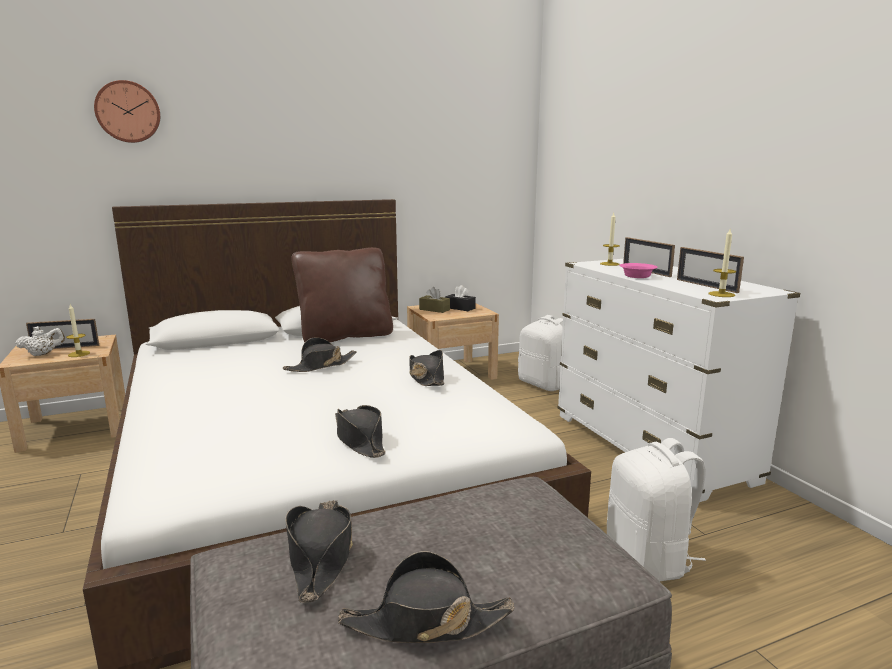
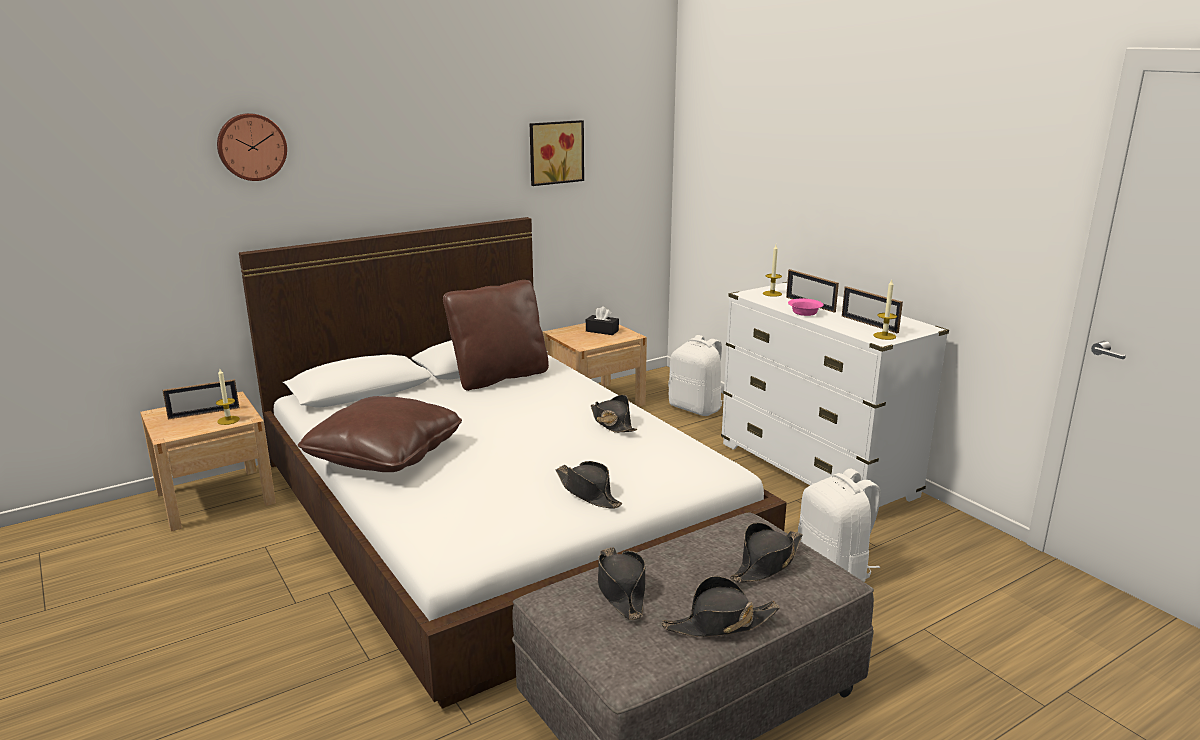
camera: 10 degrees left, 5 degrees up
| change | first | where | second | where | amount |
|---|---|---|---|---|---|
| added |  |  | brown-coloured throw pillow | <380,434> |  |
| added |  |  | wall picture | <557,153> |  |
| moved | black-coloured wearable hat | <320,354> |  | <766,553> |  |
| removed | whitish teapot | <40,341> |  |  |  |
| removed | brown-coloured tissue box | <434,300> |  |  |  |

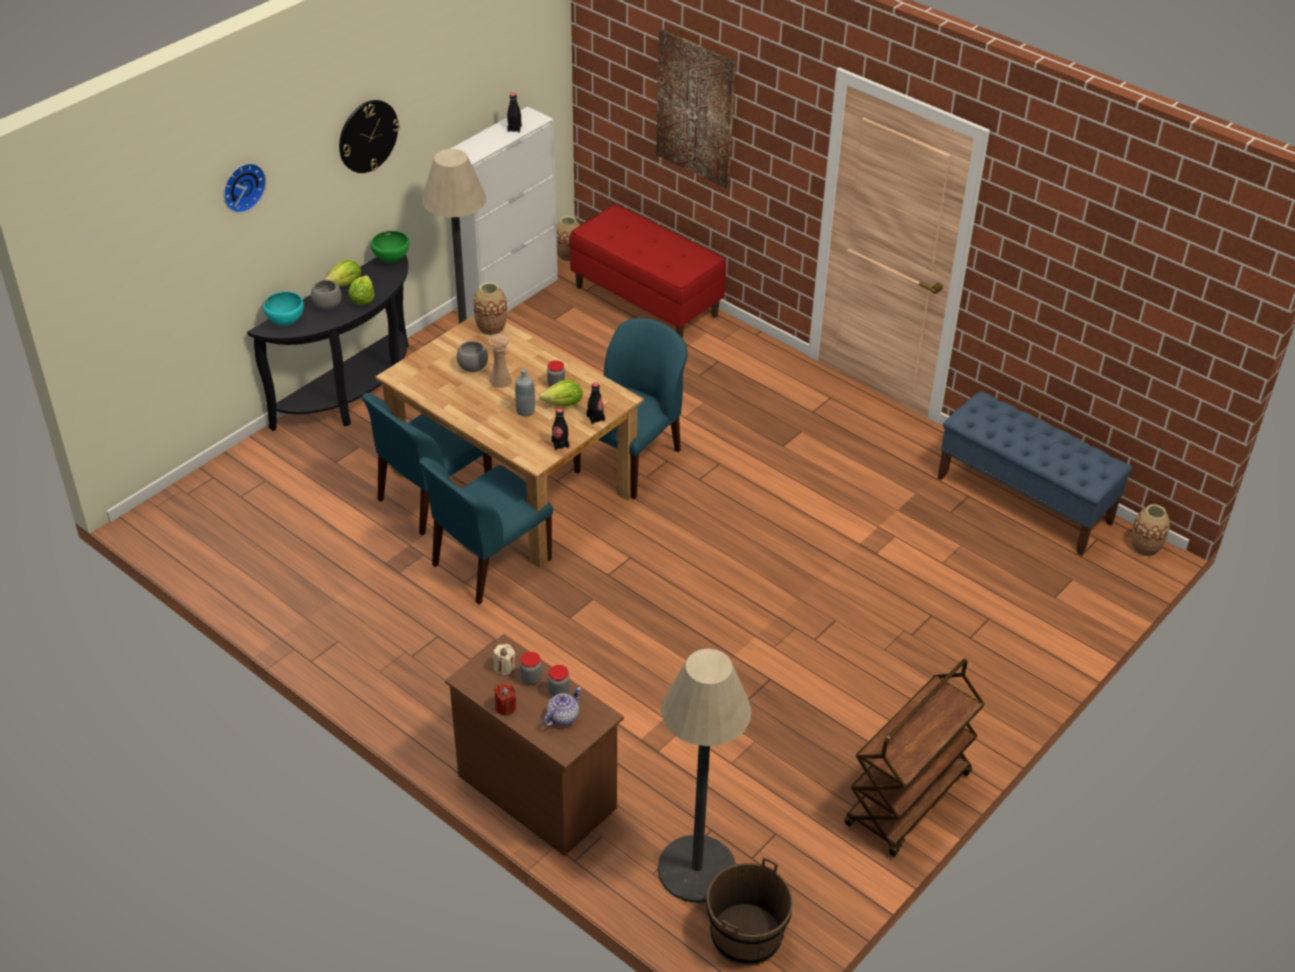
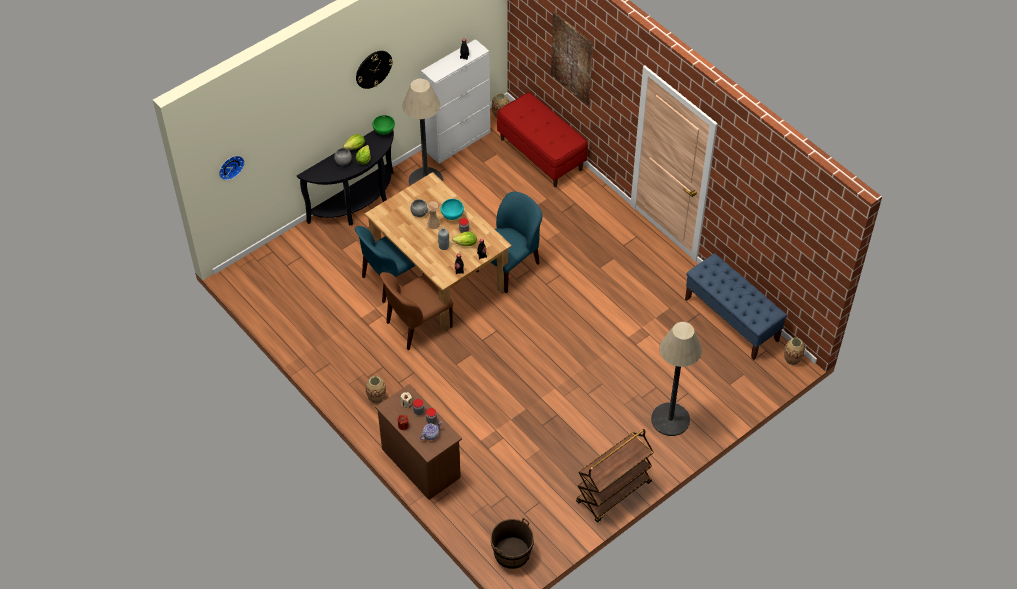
camera: 10 degrees right, 10 degrees up
| change | first | where | second | where | amount |
|---|---|---|---|---|---|
| moved | hanging clock | <244,188> |  | <231,168> |  |
| moved | vase | <490,309> |  | <376,390> |  |
| recoloured | blue-coloured upright chair | <486,531> | brown-coloured upright chair | <416,311> |  |
| moved | turquoise-coloured bowl | <283,309> |  | <452,209> |  |
| moved | standard lamp | <705,776> |  | <676,379> |  |

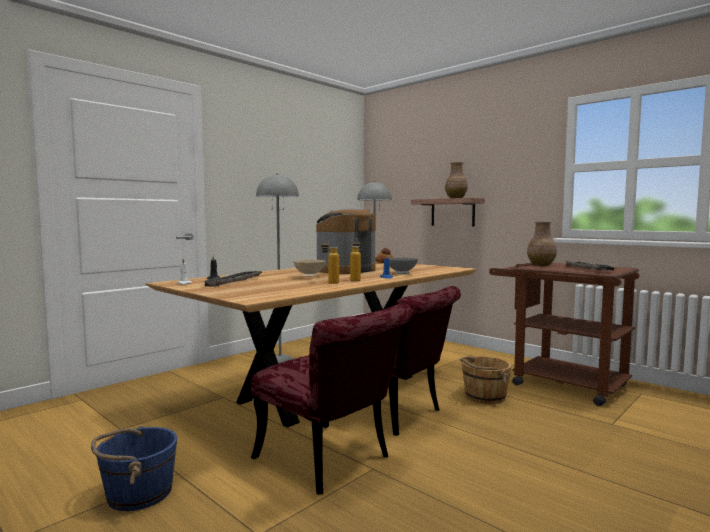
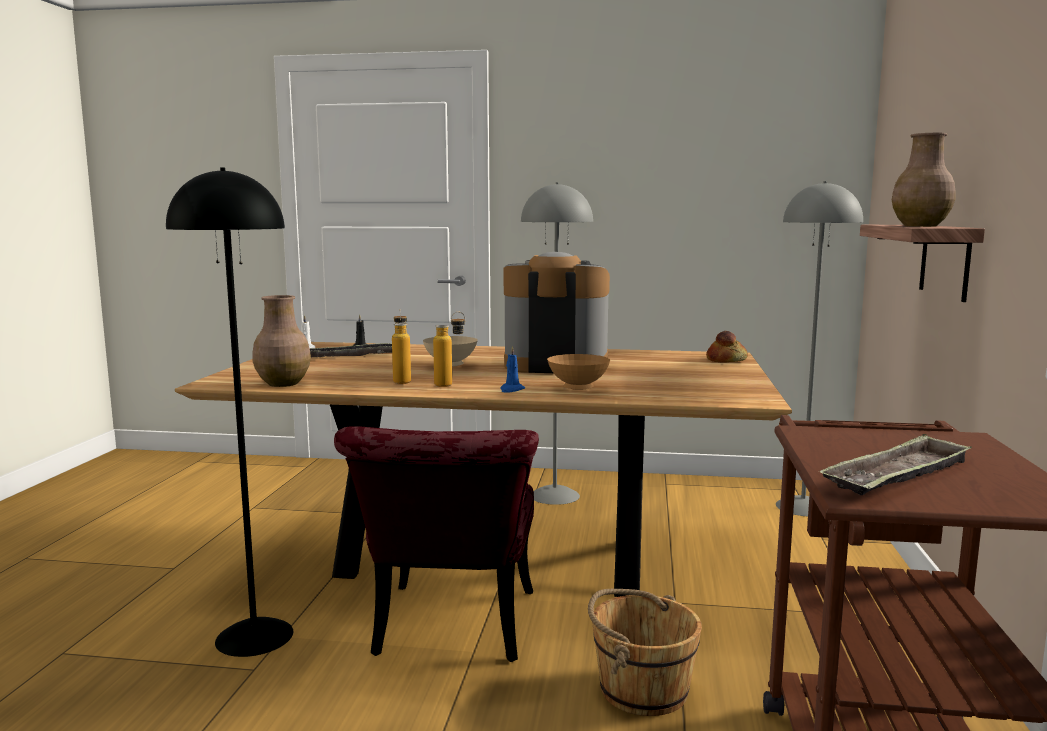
camera: 55 degrees right, 5 degrees up
| change | first | where | second | where | amount |
|---|---|---|---|---|---|
| replaced | red upright chair | <332,399> | black-coloured standard lamp | <229,412> |  |
| moved | brown-coloured vase | <542,244> |  | <281,341> |  |
| recoloured | gray bowl | <402,266> | brown-coloured bowl | <578,372> |  |
| removed | blue-coloured pail | <134,468> |  |  |  |

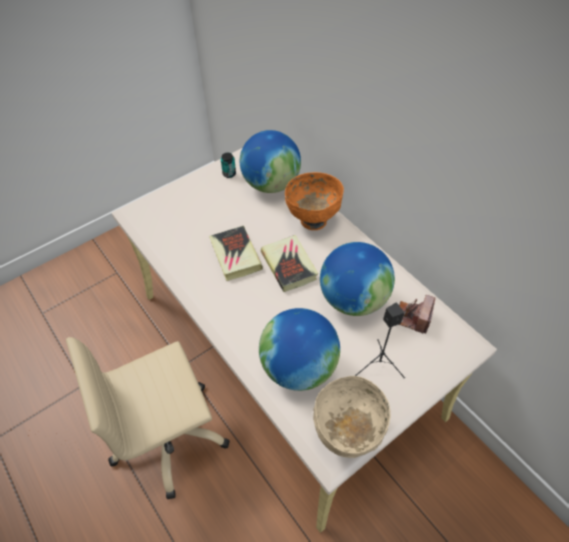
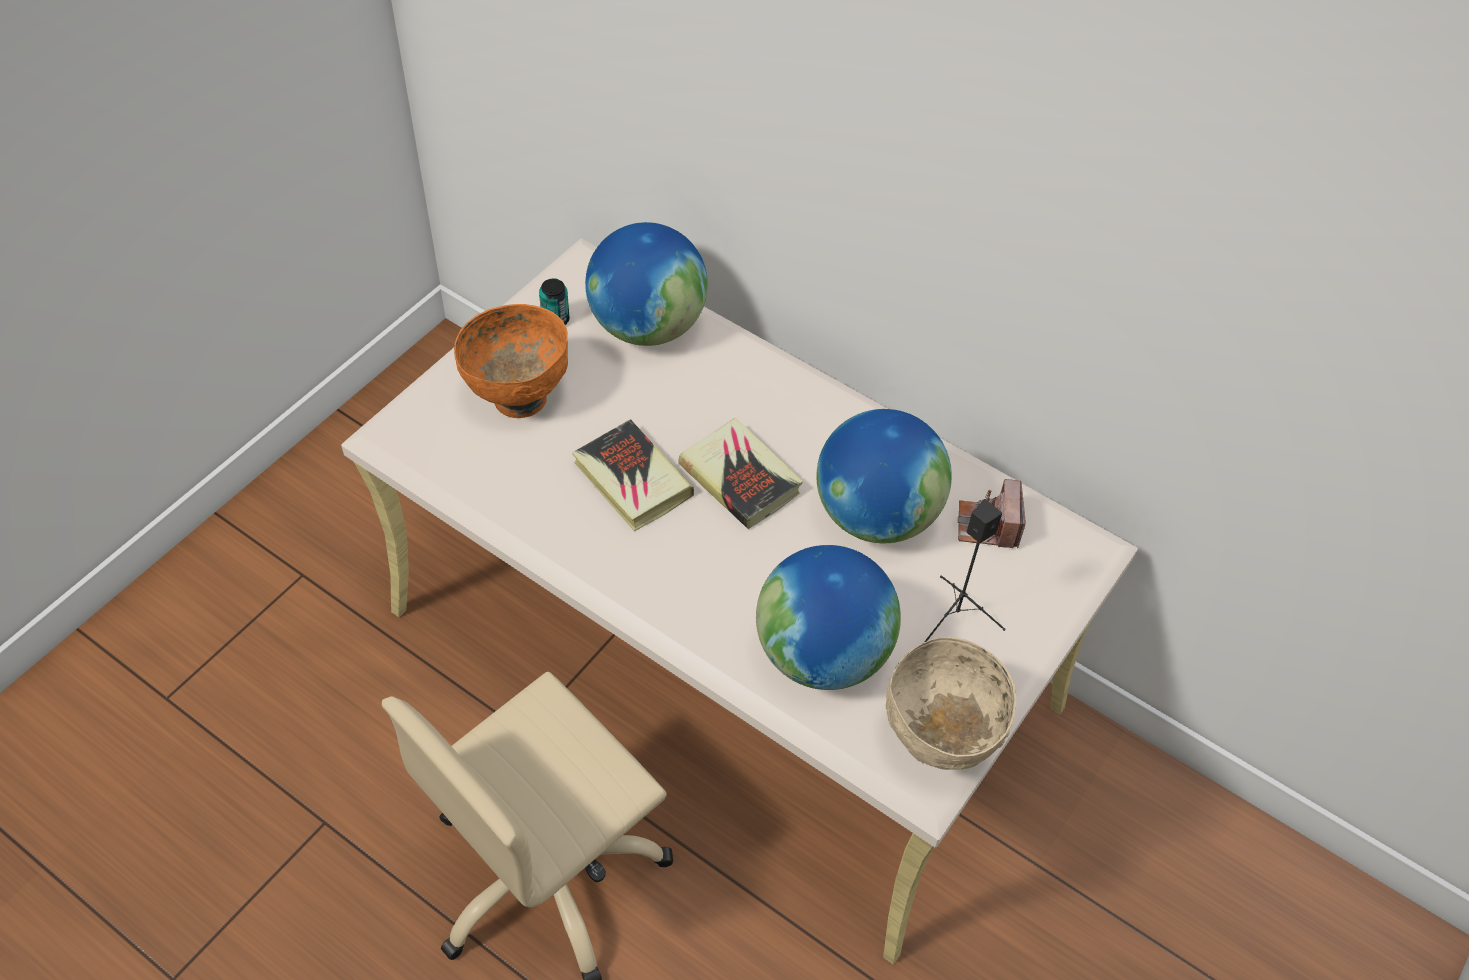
camera: 20 degrees left, 0 degrees up
| change | first | where | second | where | amount |
|---|---|---|---|---|---|
| moved | orange bowl | <314,201> |  | <511,361> |  |

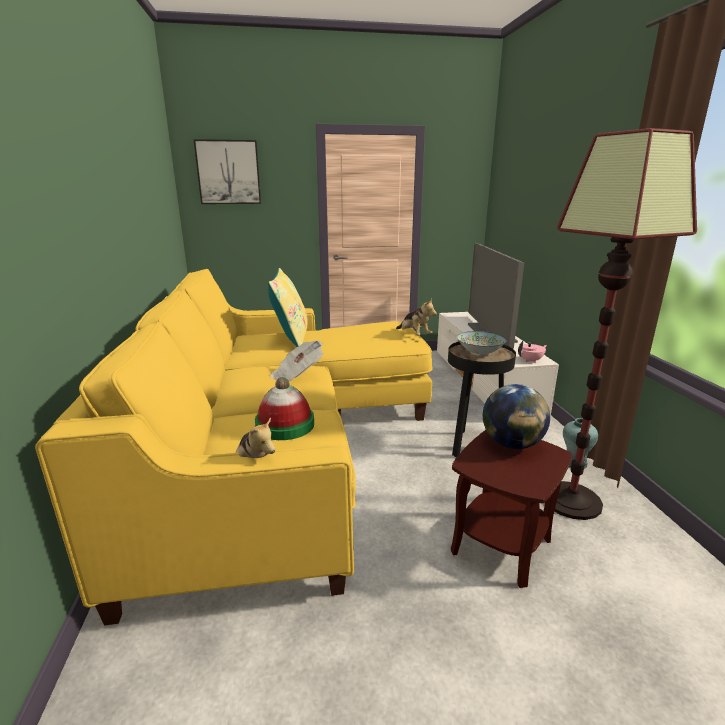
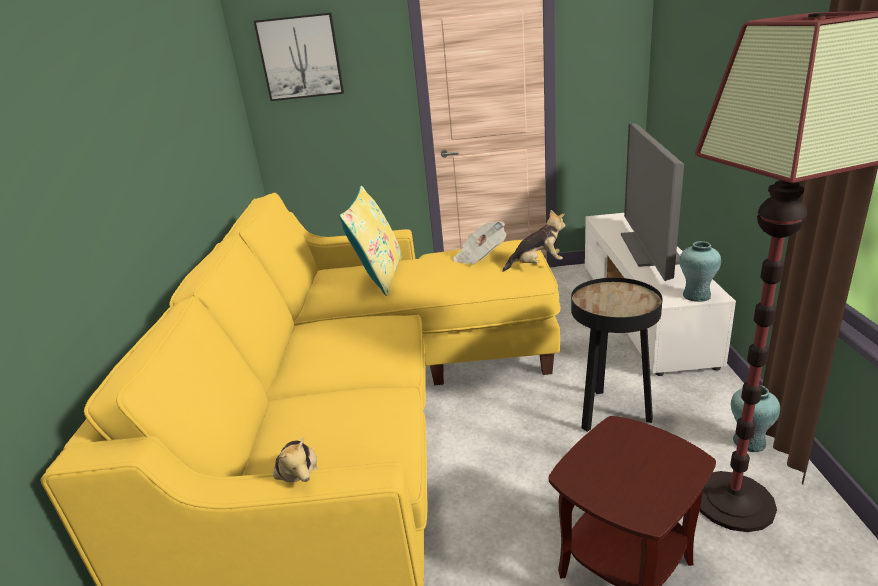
camera: 10 degrees right, 5 degrees up
| change | first | where | second | where | amount |
|---|---|---|---|---|---|
| moved | printed paper | <296,361> |  | <480,243> |  |
| turned | plush toy | <416,317> |  | <534,241> | 75 degrees counterclockwise |
| replaced | pink teapot | <532,352> | turquoise-coloured vase | <700,271> |  |
| removed | wearable hat | <284,408> |  |  |  |
| removed | bowl | <482,342> |  |  |  |
| removed | desk globe | <516,416> |  |  |  |

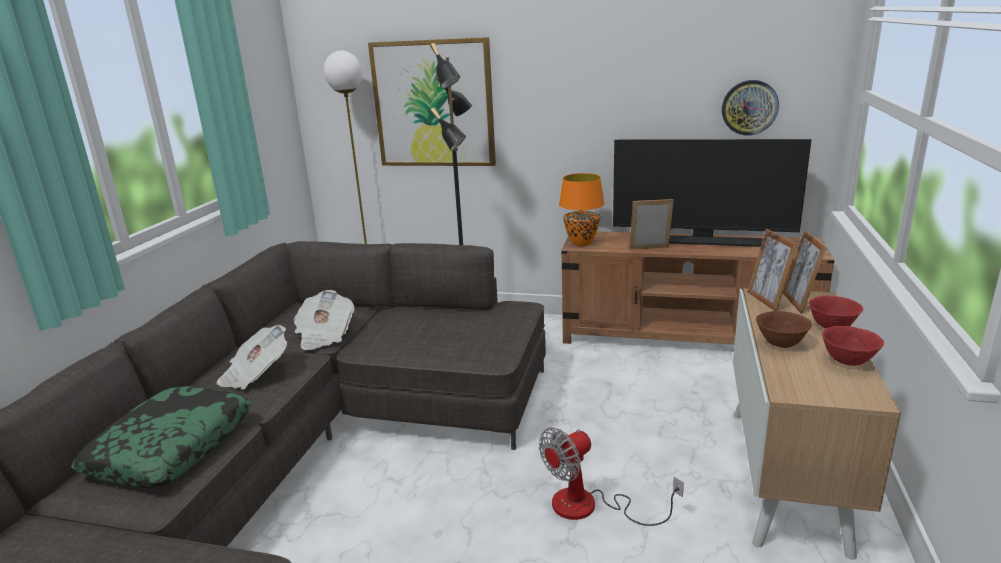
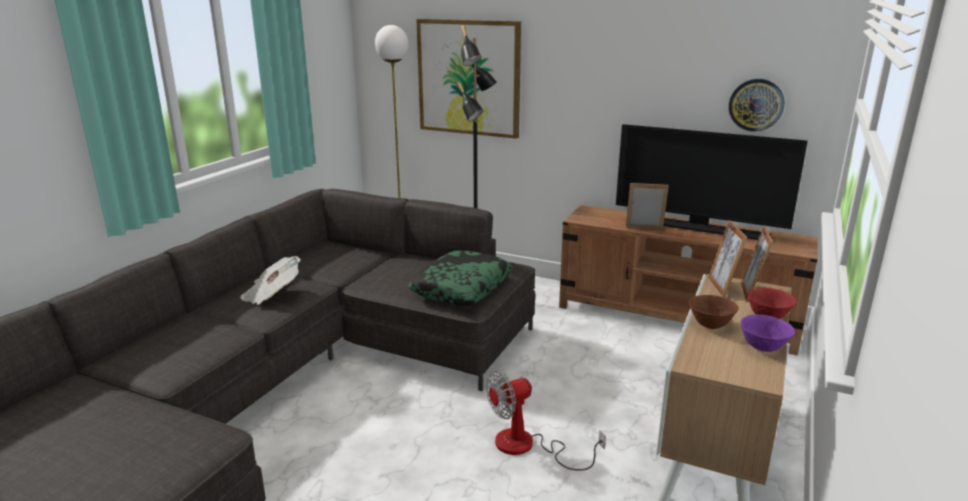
camera: 10 degrees right, 0 degrees up
| change | first | where | second | where | amount |
|---|---|---|---|---|---|
| moved | throw pillow | <161,437> |  | <460,278> |  |
| recoloured | red bowl | <853,346> | purple-coloured bowl | <768,333> |  |
| removed | printed paper | <324,320> |  |  |  |
| removed | orange table lamp | <582,209> |  |  |  |

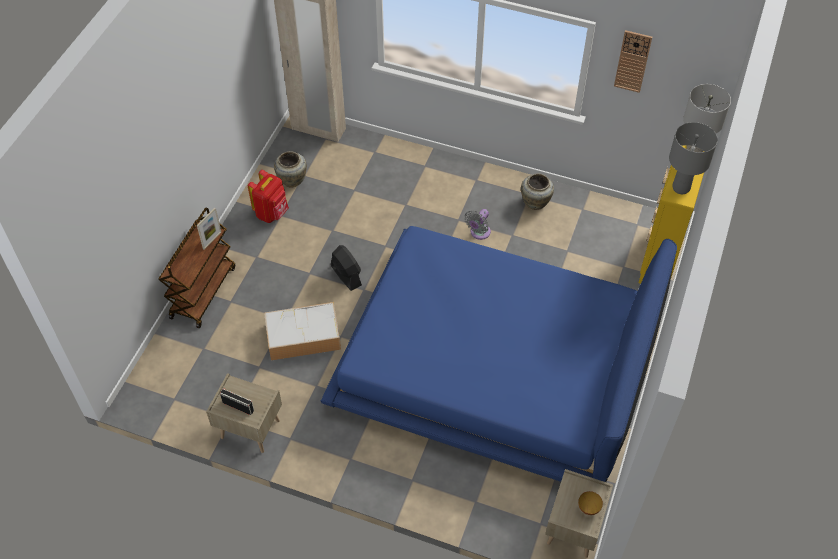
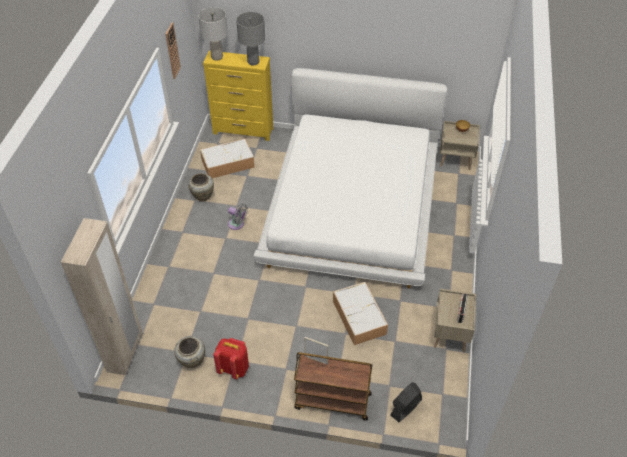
camera: 100 degrees left, 5 degrees down
| change | first | where | second | where | amount |
|---|---|---|---|---|---|
| added |  |  | storage container | <227,158> |  |
| recoloured | blue-coloured bed | <498,354> | whitish bed | <350,178> |  |
| moved | black-coloured electric fan | <346,268> |  | <406,402> |  |

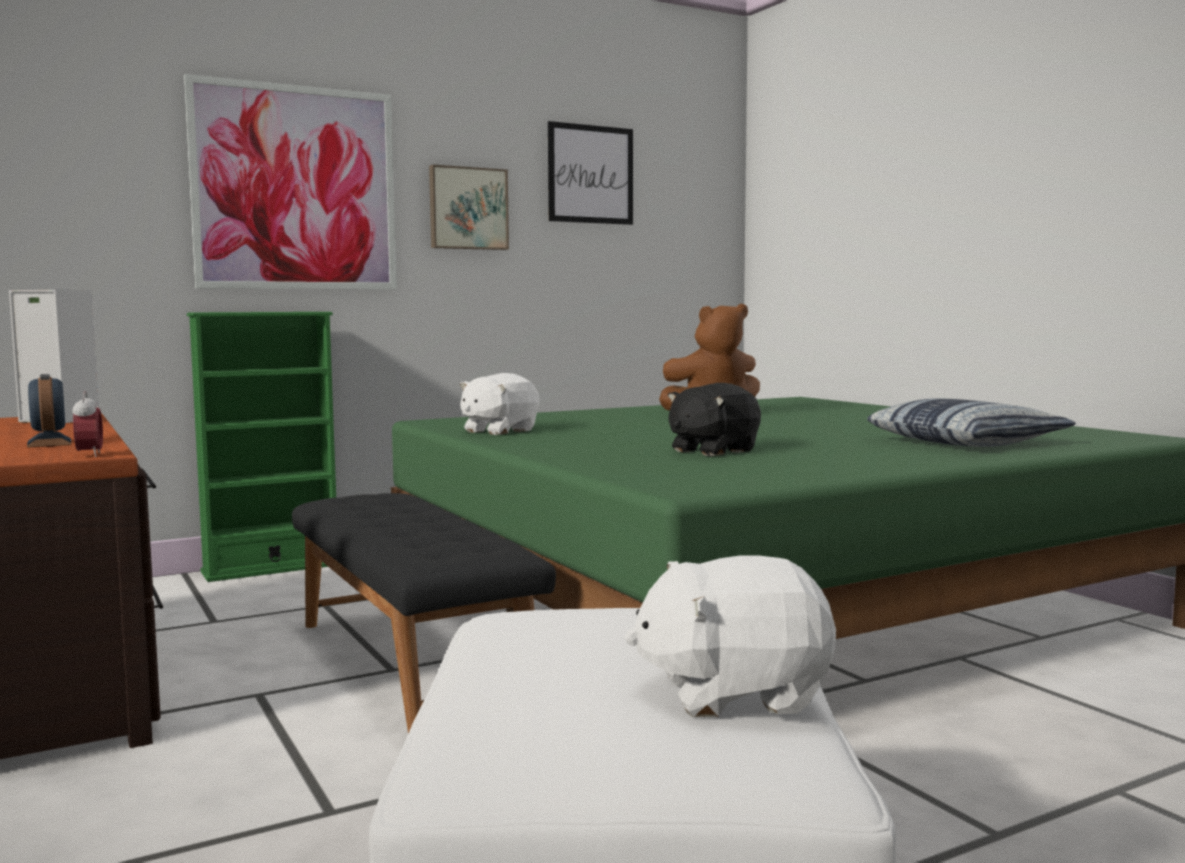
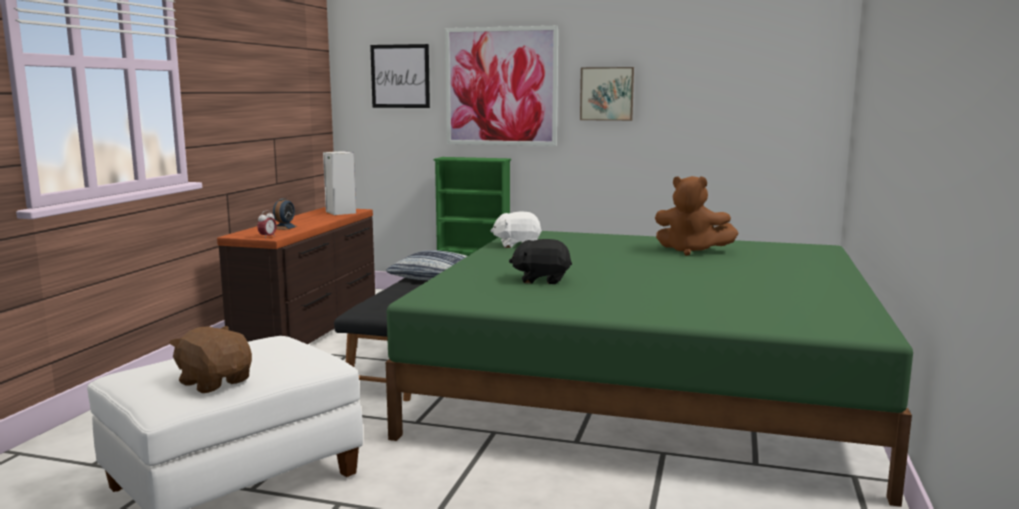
camera: 45 degrees right, 5 degrees up
| change | first | where | second | where | amount |
|---|---|---|---|---|---|
| recoloured | whitish plush toy | <730,636> | brown-coloured plush toy | <210,359> |  |
| moved | wall picture | <590,173> |  | <400,76> |  |
| moved | throw pillow | <971,422> |  | <426,265> |  |

